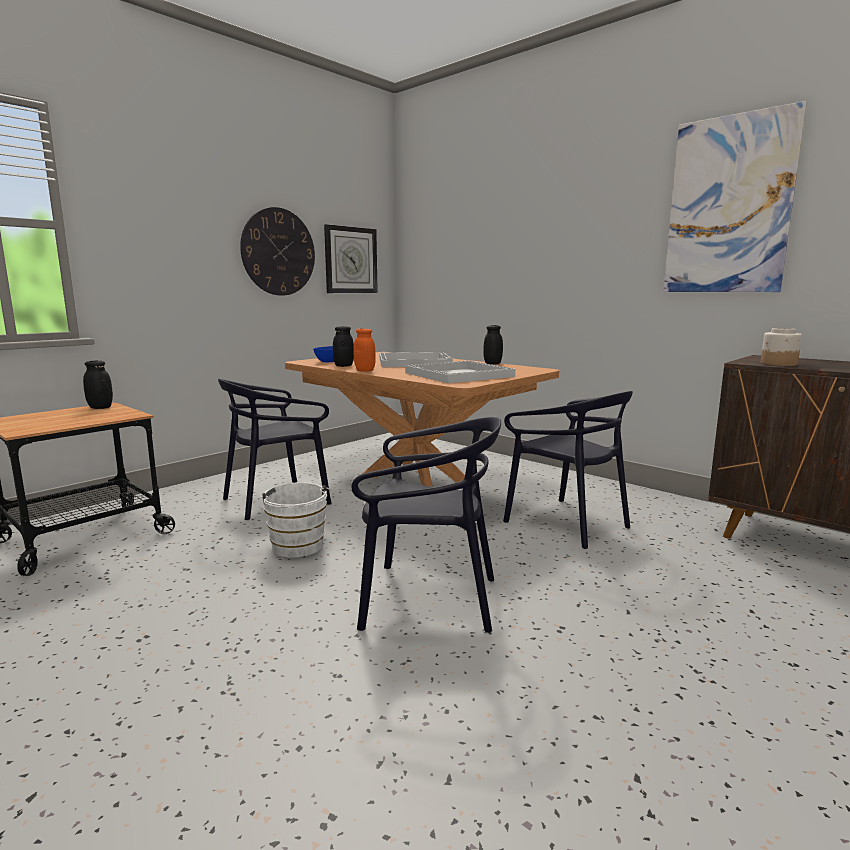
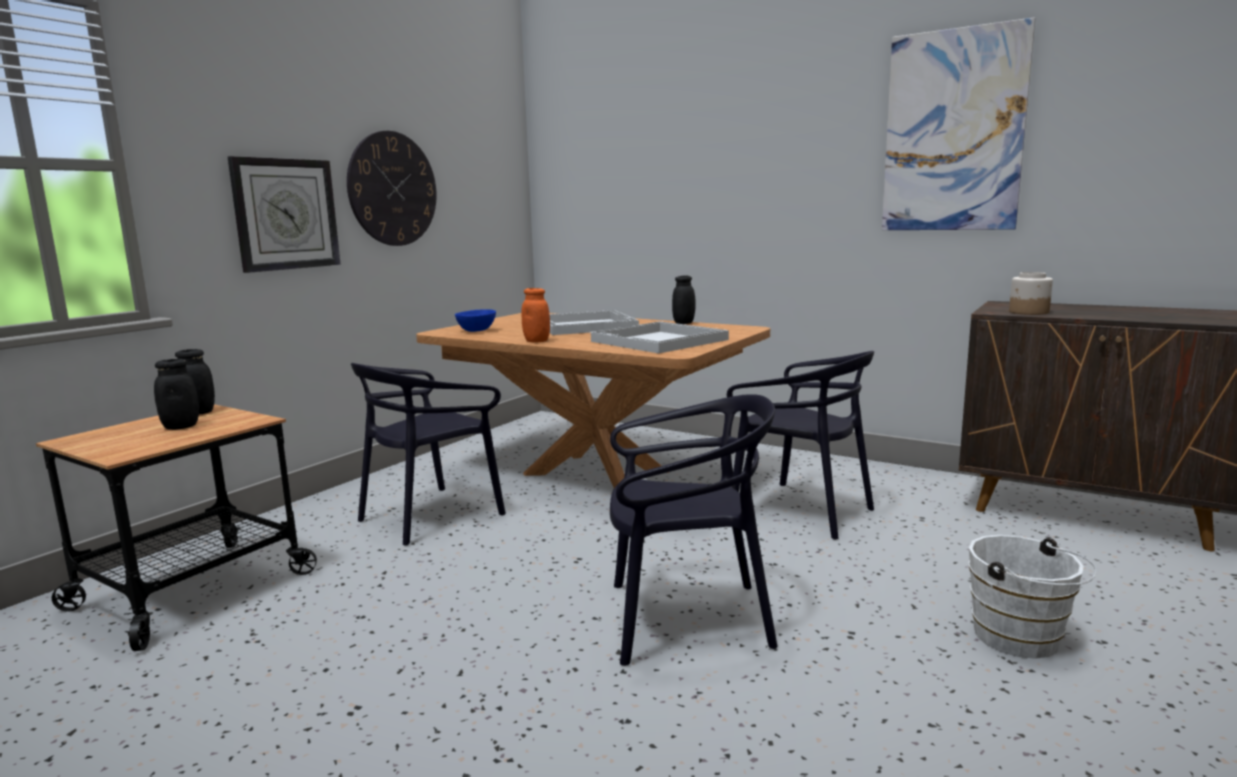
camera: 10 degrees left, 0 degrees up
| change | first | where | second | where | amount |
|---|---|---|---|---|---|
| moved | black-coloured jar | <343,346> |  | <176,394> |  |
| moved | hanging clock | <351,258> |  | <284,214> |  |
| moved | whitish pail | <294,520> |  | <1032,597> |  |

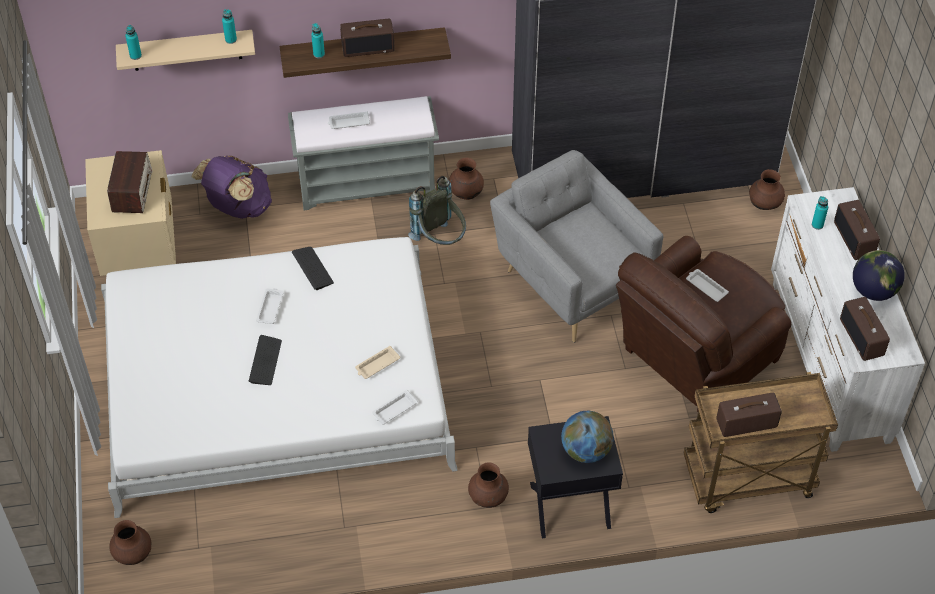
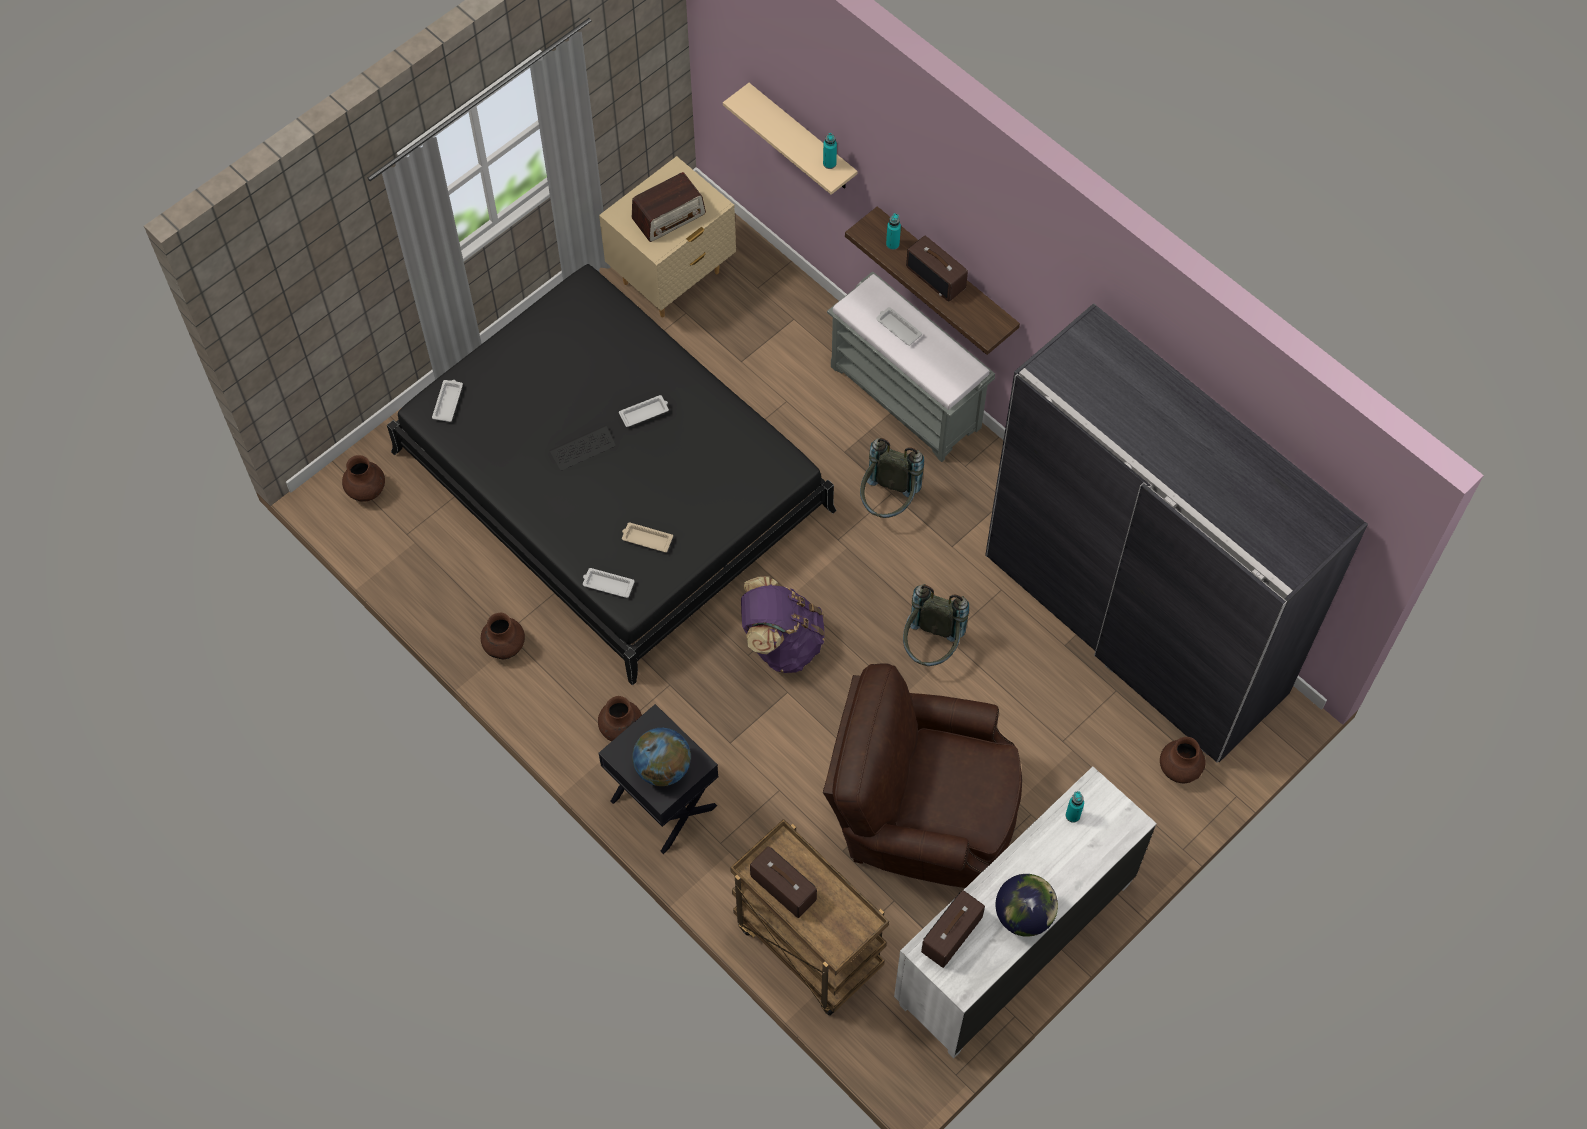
camera: 55 degrees right, 10 degrees up
| change | first | where | second | where | amount |
|---|---|---|---|---|---|
| recoloured | whitish bed | <279,377> | black-coloured bed | <612,475> |  |
| moved | whitish serving tray | <707,285> |  | <447,401> |  |
| moved | brown-coloured vase | <466,179> |  | <503,636> |  |
| moved | purple-coloured backpack | <232,187> |  | <783,624> |  |
| replaced | gray armchair | <576,246> | gray backpack | <936,625> |  |
| removed | turquoise-coloured drink bottle | <133,42> |  |  |  |
| removed | PC keyboard | <313,268> |  |  |  |
| removed | radio receiver | <857,230> |  |  |  |

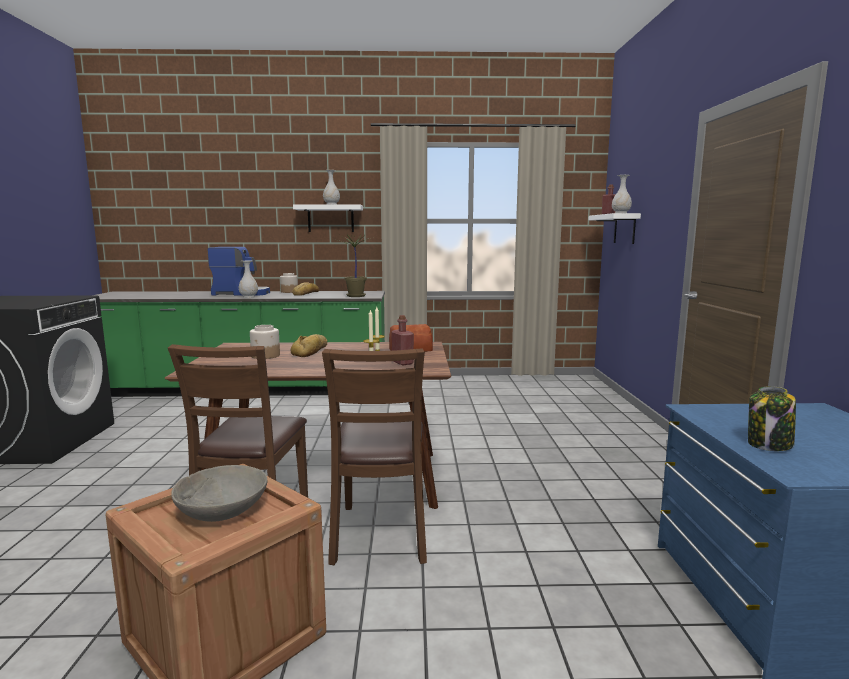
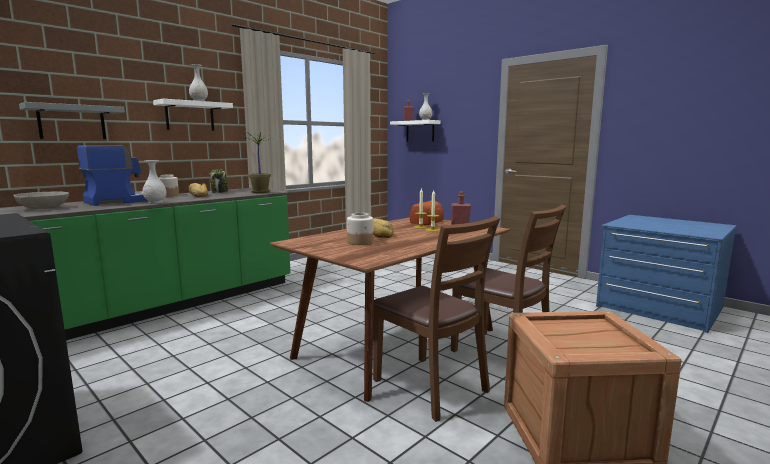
camera: 45 degrees left, 0 degrees up
| change | first | where | second | where | amount |
|---|---|---|---|---|---|
| moved | gray bowl | <219,493> |  | <41,200> |  |
| added |  |  | gray shelf | <72,120> |  |
| moved | jar | <772,418> |  | <219,181> |  |

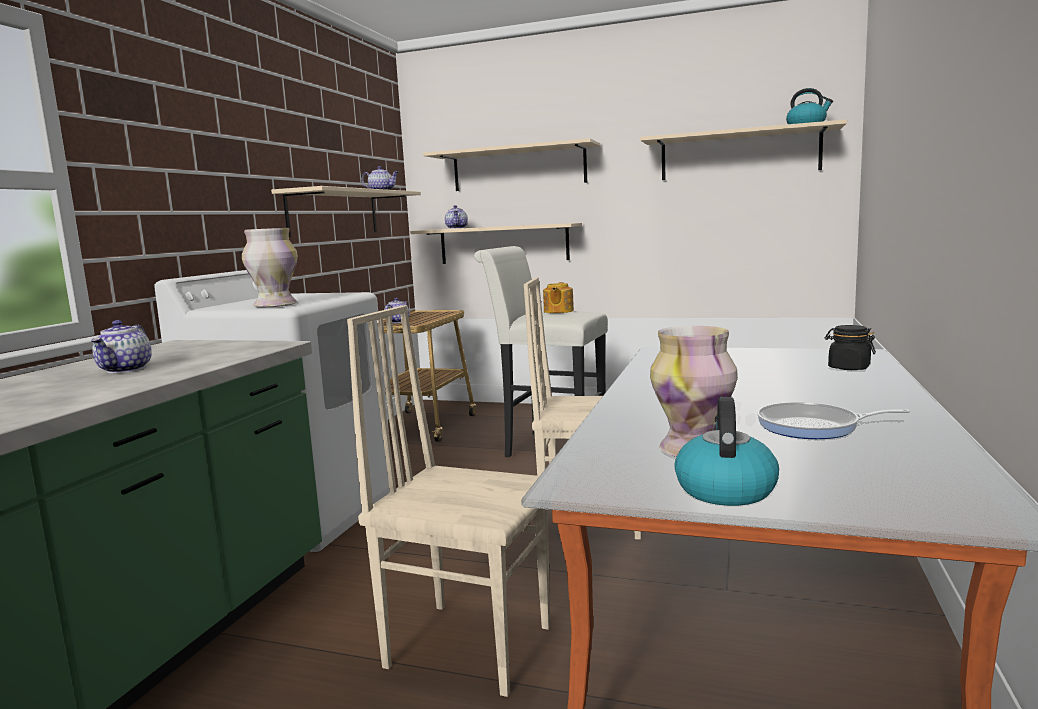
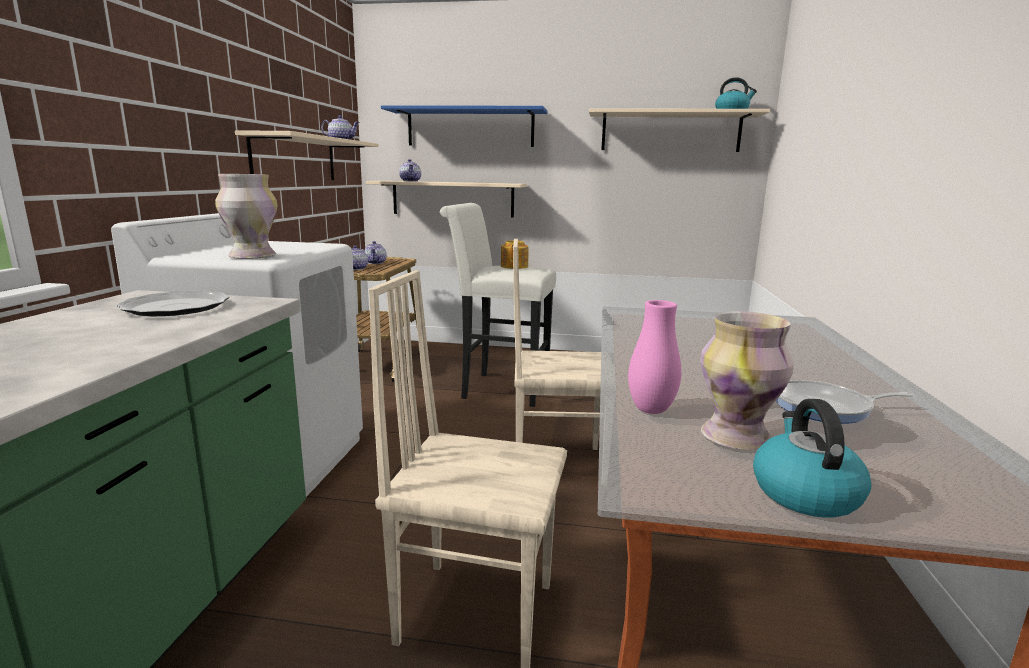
camera: 10 degrees left, 5 degrees up
| change | first | where | second | where | amount |
|---|---|---|---|---|---|
| added |  |  | plate | <173,303> |  |
| moved | teapot | <121,346> |  | <376,252> |  |
| recoloured | beige shelf | <511,164> | blue-coloured shelf | <464,126> |  |
| added |  |  | pink vase | <654,357> |  |
| removed | black-coloured jar | <850,347> |  |  |  |

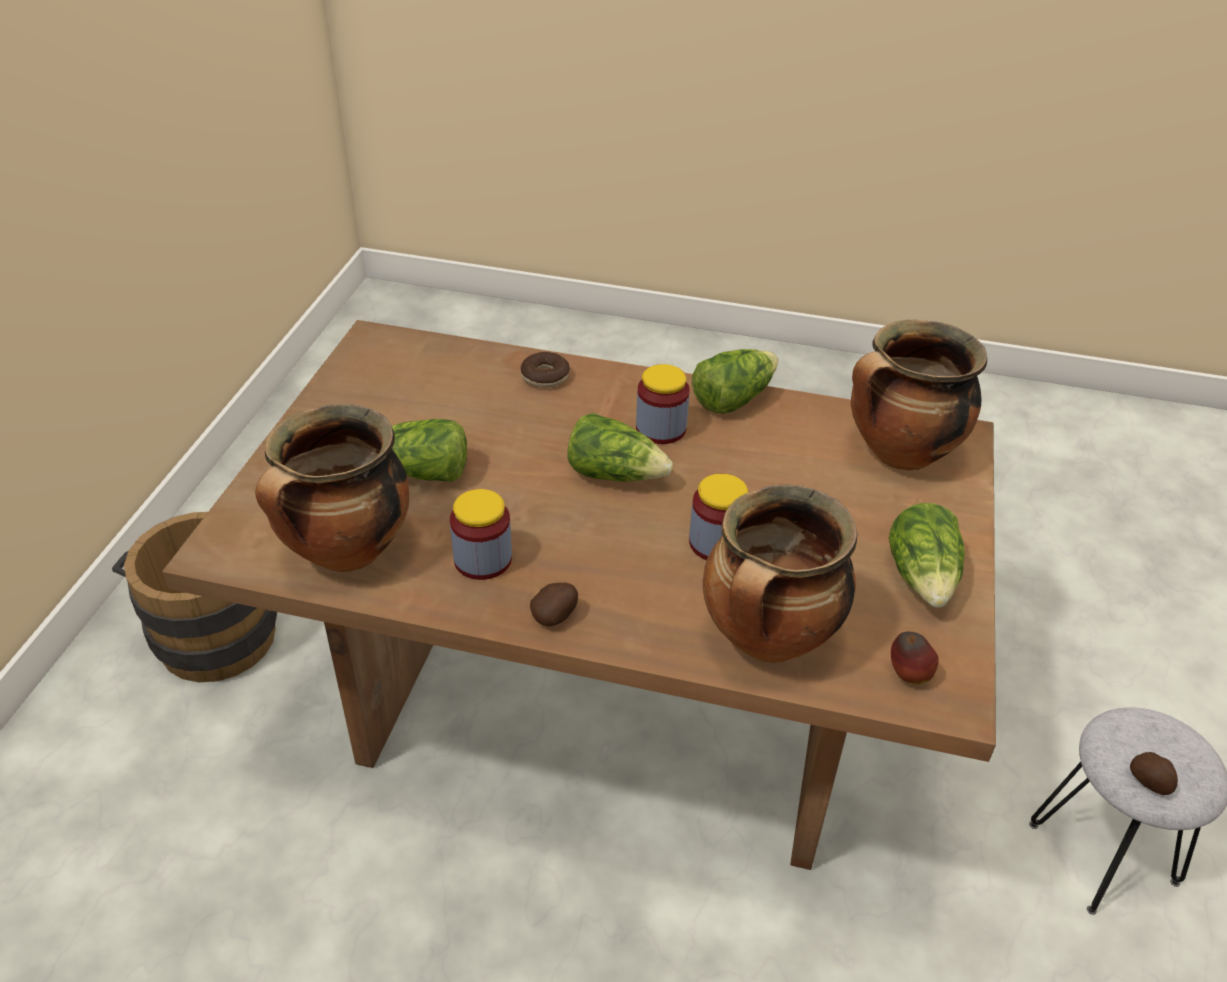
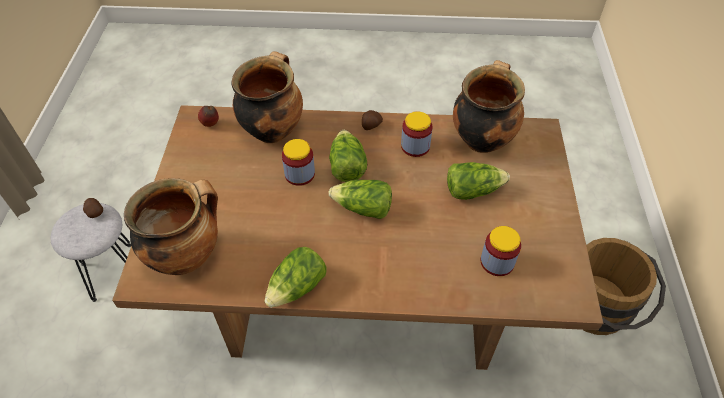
camera: 170 degrees right, 10 degrees up
| change | first | where | second | where | amount |
|---|---|---|---|---|---|
| moved | lettuce | <927,555> |  | <348,156> |  |
| moved | jar | <663,404> |  | <501,251> |  |
| removed | ring doughnut | <545,370> |  |  |  |

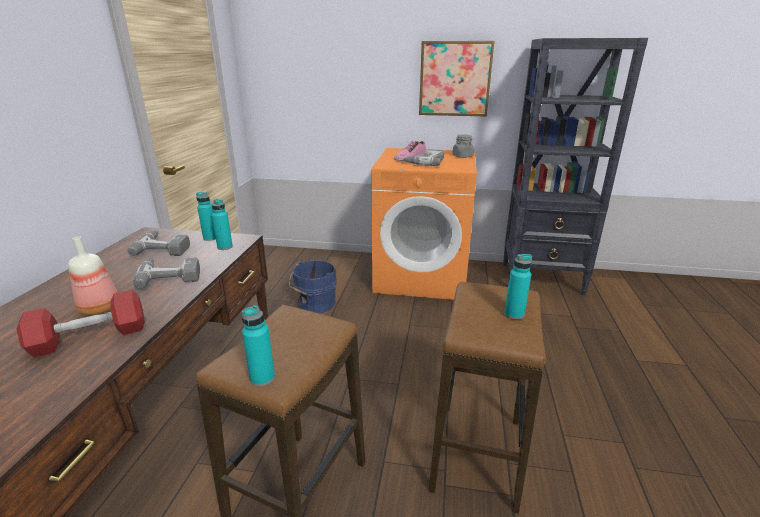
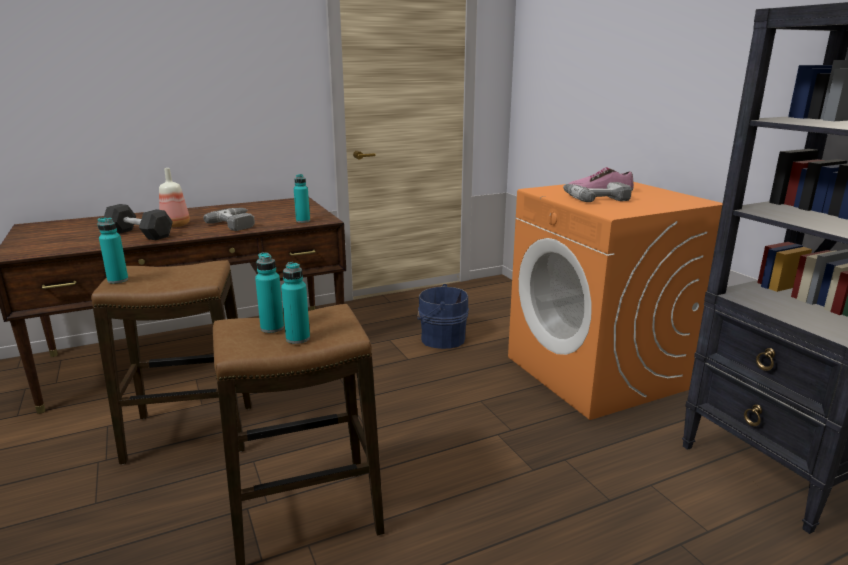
camera: 55 degrees right, 5 degrees down
| change | first | where | second | where | amount |
|---|---|---|---|---|---|
| recoloured | red hand weight | <81,323> | gray hand weight | <138,222> |  |
| moved | turquoise-coloured drink bottle | <206,216> |  | <269,292> |  |
| removed | power drill | <159,243> |  |  |  |
| removed | wall picture | <456,79> |  |  |  |
| removed | gray jar | <463,146> |  |  |  |

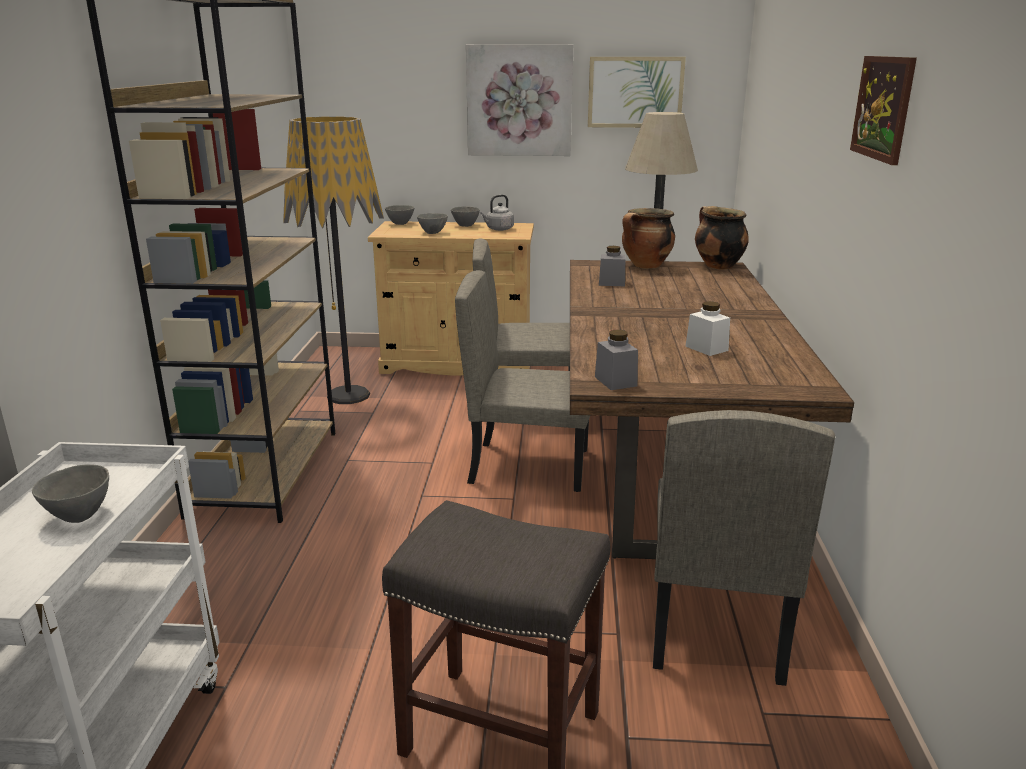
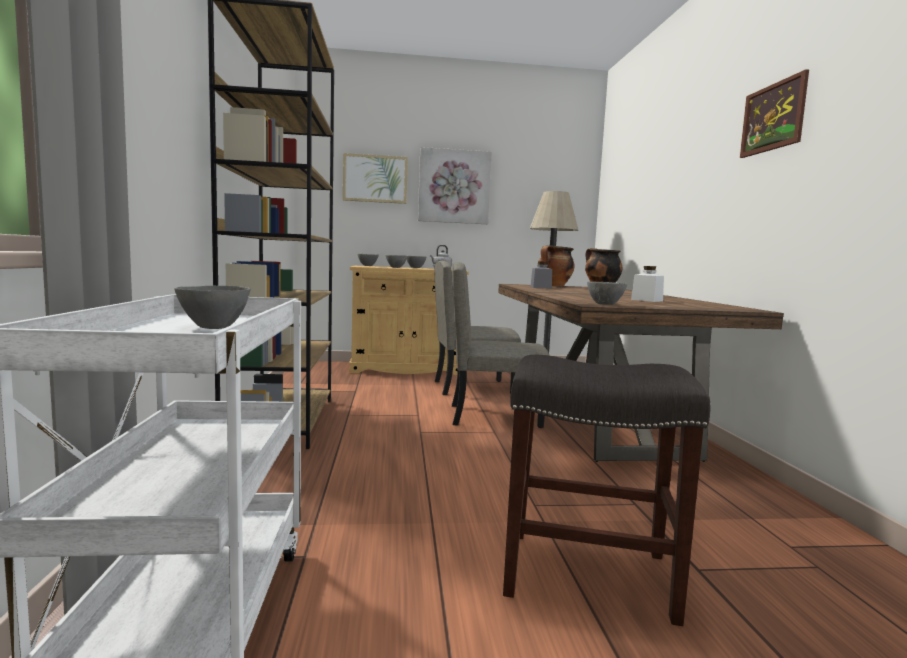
camera: 10 degrees left, 15 degrees down
| change | first | where | second | where | amount |
|---|---|---|---|---|---|
| moved | wall picture | <637,92> |  | <375,178> |  |
| replaced | gray jar | <616,360> | gray bowl | <607,293> |  |
| removed | standard lamp | <333,260> |  |  |  |
| removed | beige upright chair | <744,548> |  |  |  |

